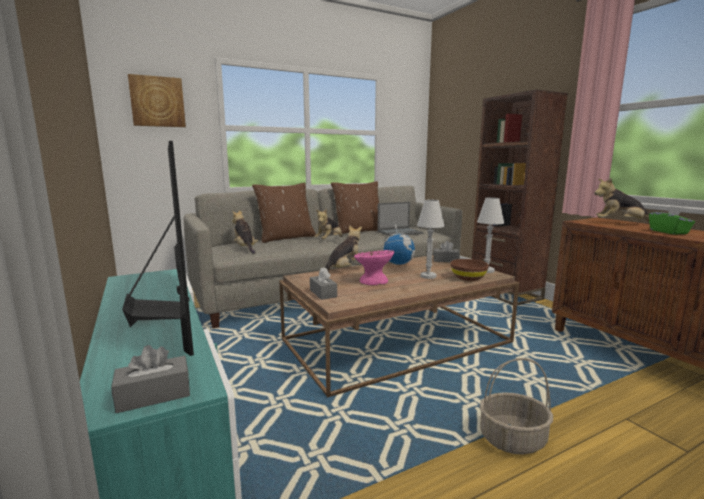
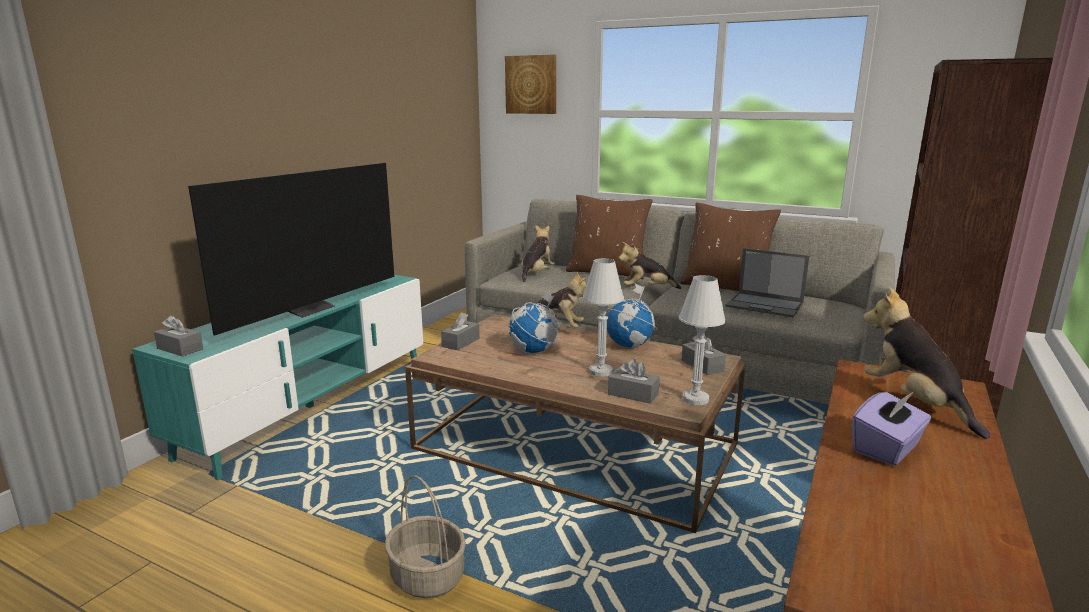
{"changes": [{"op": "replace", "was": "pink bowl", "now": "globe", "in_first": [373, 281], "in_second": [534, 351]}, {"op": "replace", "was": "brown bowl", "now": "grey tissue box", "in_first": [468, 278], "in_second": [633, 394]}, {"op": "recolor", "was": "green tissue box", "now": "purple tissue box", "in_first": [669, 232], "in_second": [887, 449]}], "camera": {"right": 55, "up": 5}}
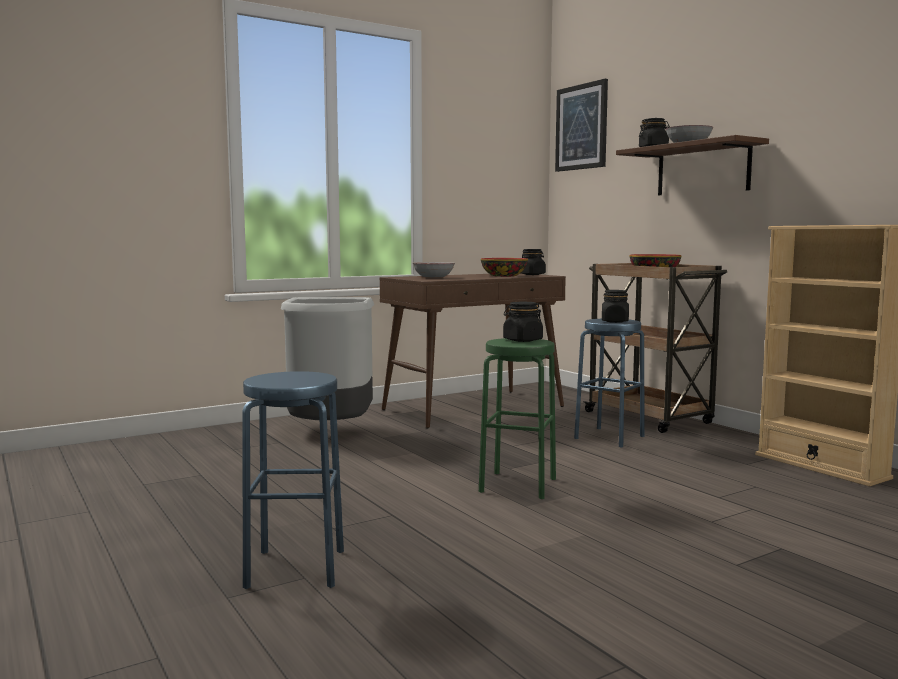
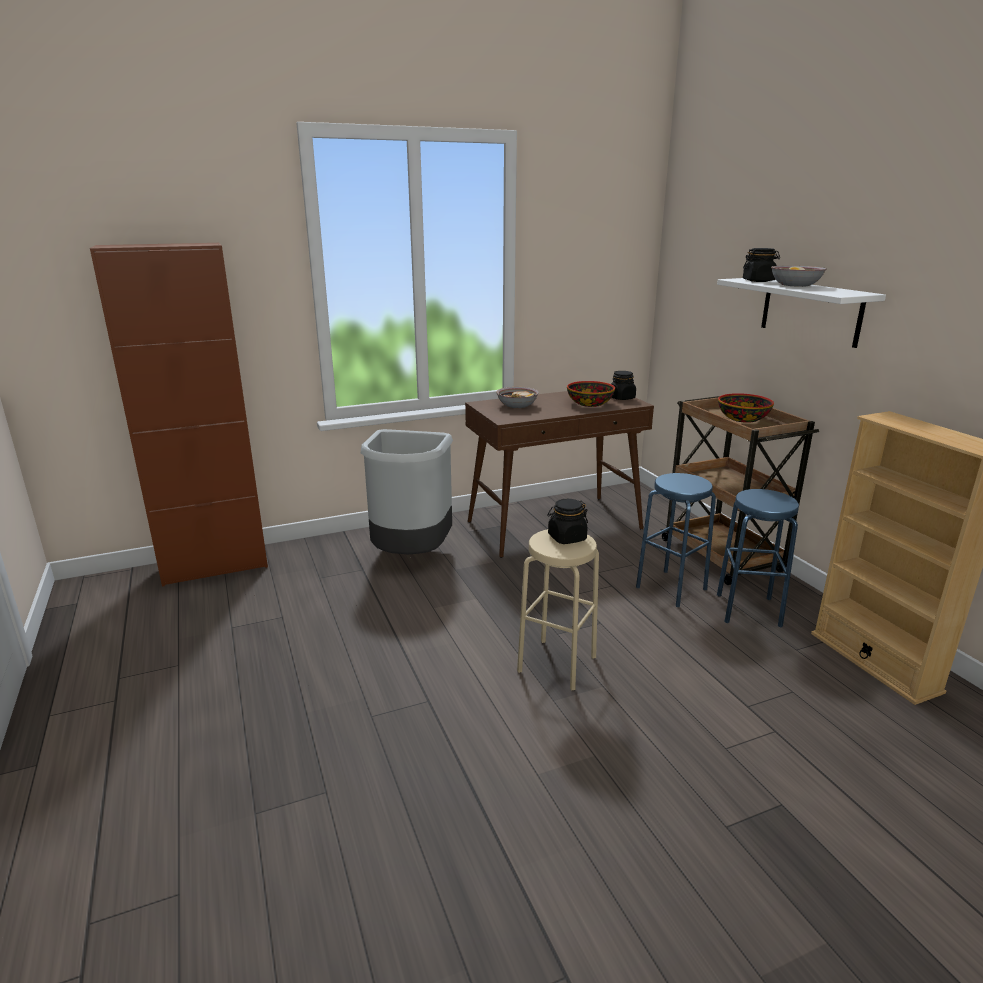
{"changes": [{"op": "insert", "now": "brown cabinet", "in_second": [215, 566]}, {"op": "recolor", "was": "green stool", "now": "beige stool", "in_first": [518, 485], "in_second": [557, 663]}, {"op": "recolor", "was": "brown shelf", "now": "white shelf", "in_first": [702, 169], "in_second": [810, 311]}, {"op": "move", "was": "blue stool", "in_first": [296, 568], "in_second": [748, 610]}, {"op": "delete", "was": "picture", "in_first": [581, 127]}, {"op": "delete", "was": "black jar", "in_first": [615, 321]}], "camera": {"right": 10, "up": 15}}
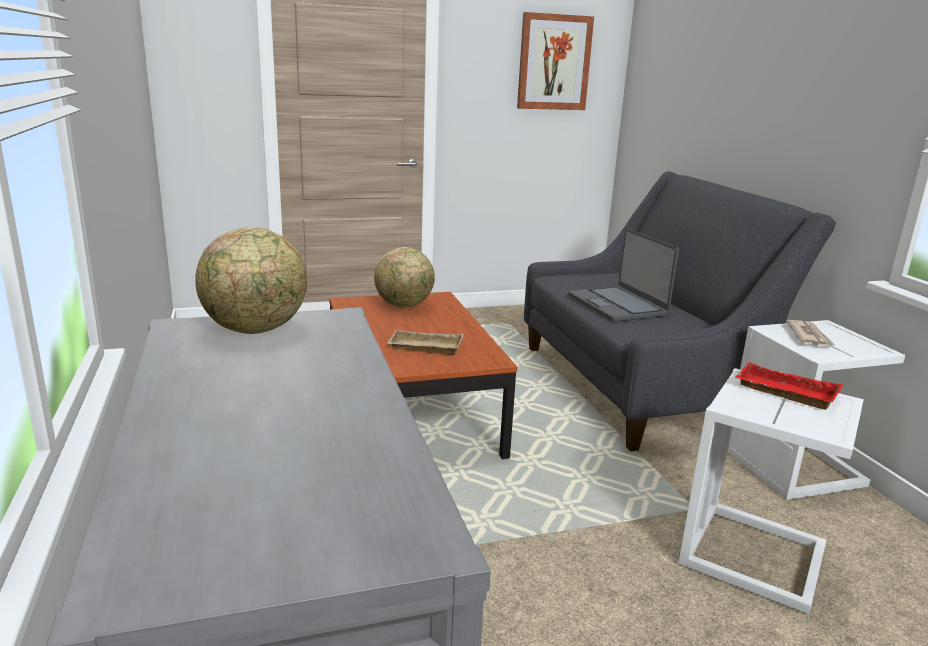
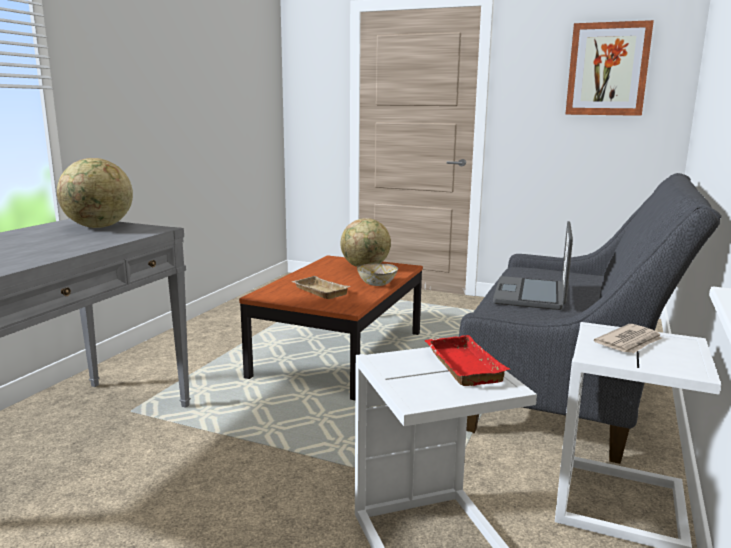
{"changes": [{"op": "insert", "now": "bowl", "in_second": [377, 284]}], "camera": {"right": 40, "up": -5}}
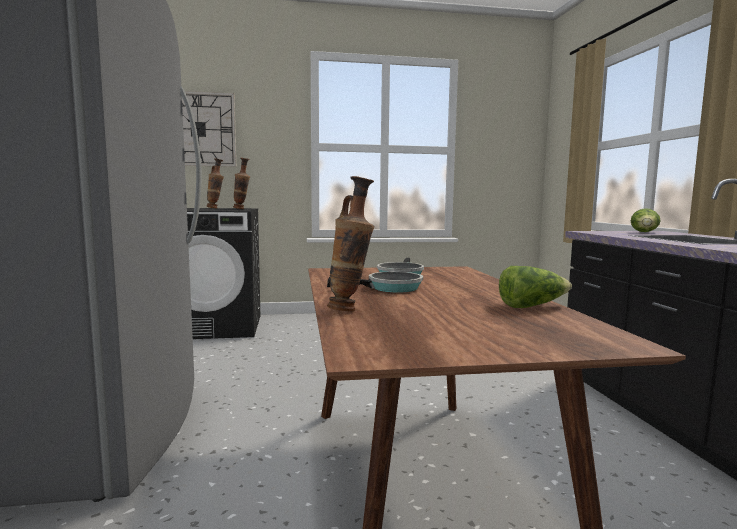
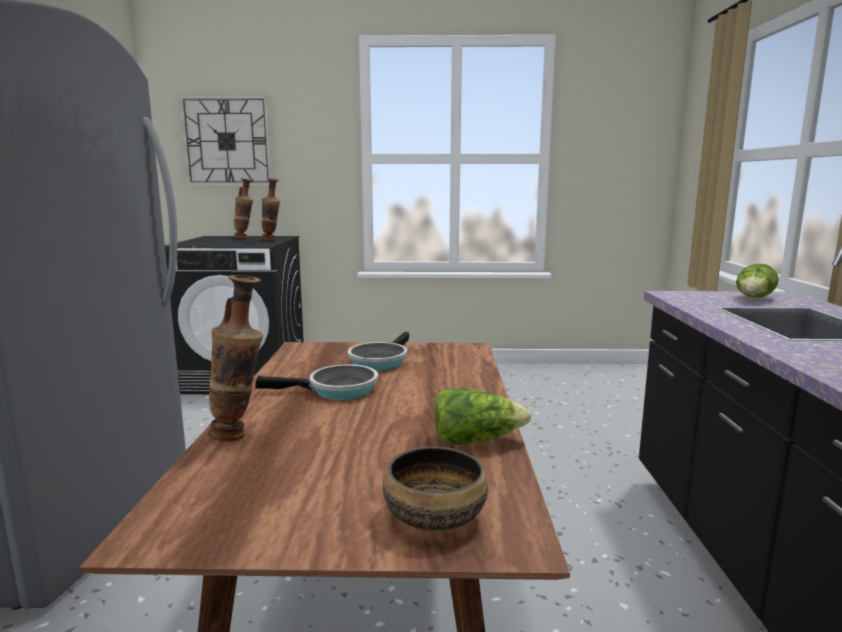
{"changes": [{"op": "insert", "now": "bowl", "in_second": [434, 514]}], "camera": {"right": 10, "up": 5}}
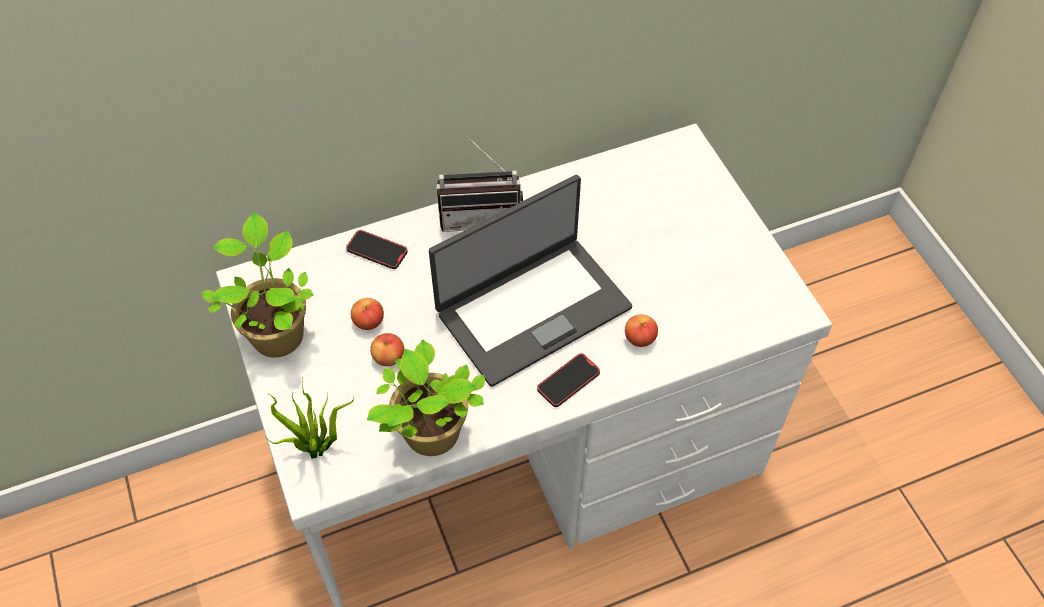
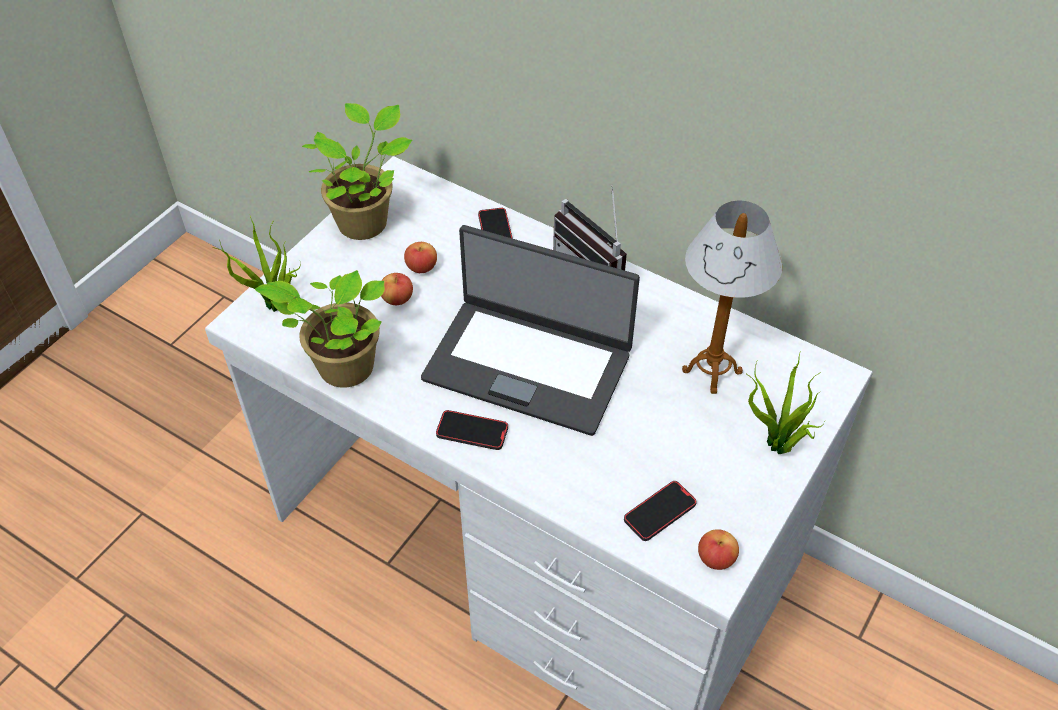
{"changes": [{"op": "insert", "now": "phone", "in_second": [659, 512]}, {"op": "insert", "now": "table lamp", "in_second": [711, 371]}, {"op": "move", "was": "apple", "in_first": [640, 338], "in_second": [716, 558]}, {"op": "insert", "now": "potted plant", "in_second": [777, 447]}], "camera": {"right": 55, "up": -5}}
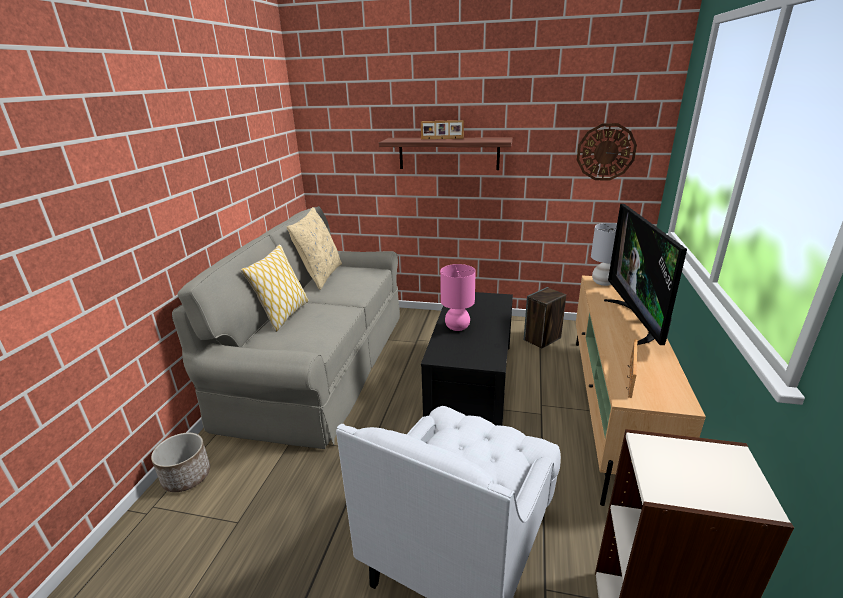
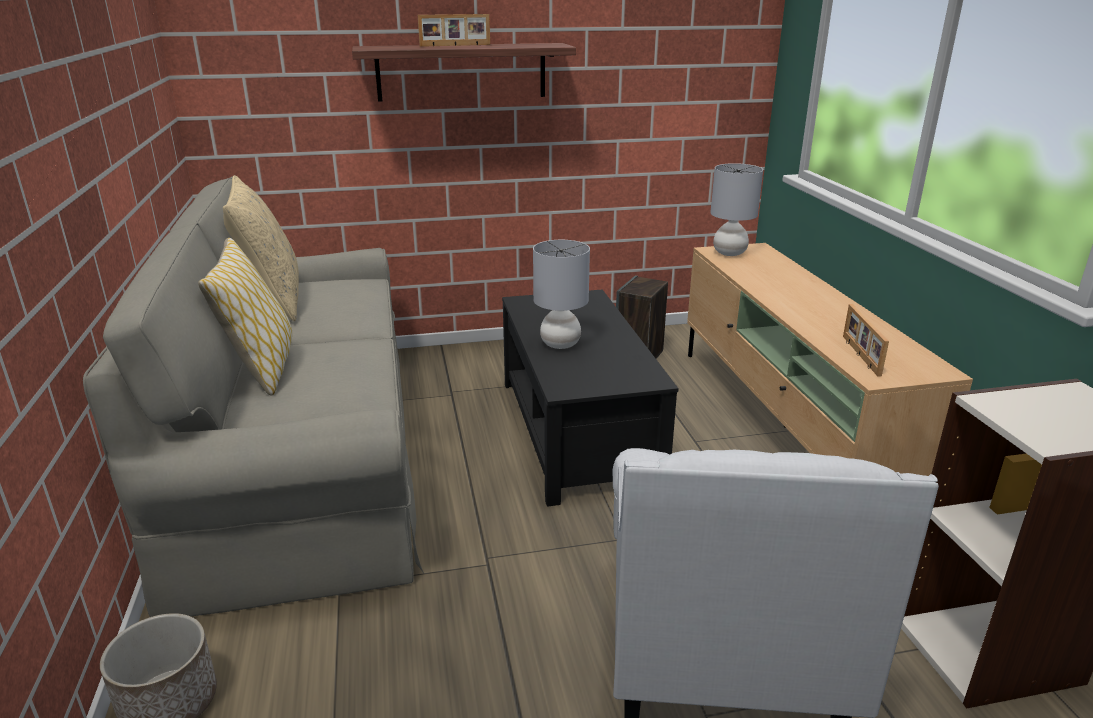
{"changes": [{"op": "recolor", "was": "pink table lamp", "now": "grey table lamp", "in_first": [457, 327], "in_second": [561, 344]}, {"op": "delete", "was": "wall clock", "in_first": [606, 152]}, {"op": "delete", "was": "television", "in_first": [636, 320]}], "camera": {"right": -25, "up": 0}}
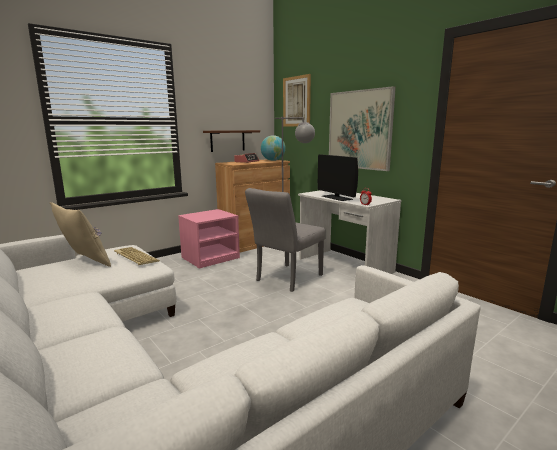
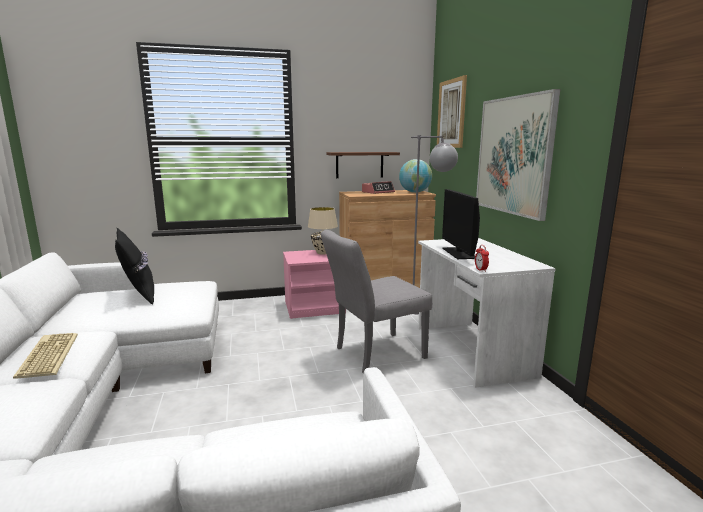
{"changes": [{"op": "move", "was": "keyboard", "in_first": [135, 257], "in_second": [47, 355]}, {"op": "recolor", "was": "beige pillow", "now": "black pillow", "in_first": [84, 262], "in_second": [139, 295]}, {"op": "insert", "now": "beige table lamp", "in_second": [322, 253]}], "camera": {"right": 25, "up": 0}}
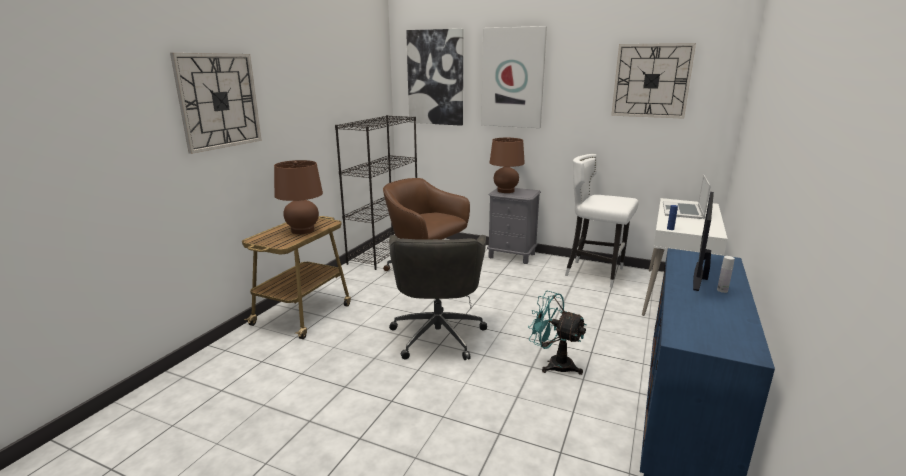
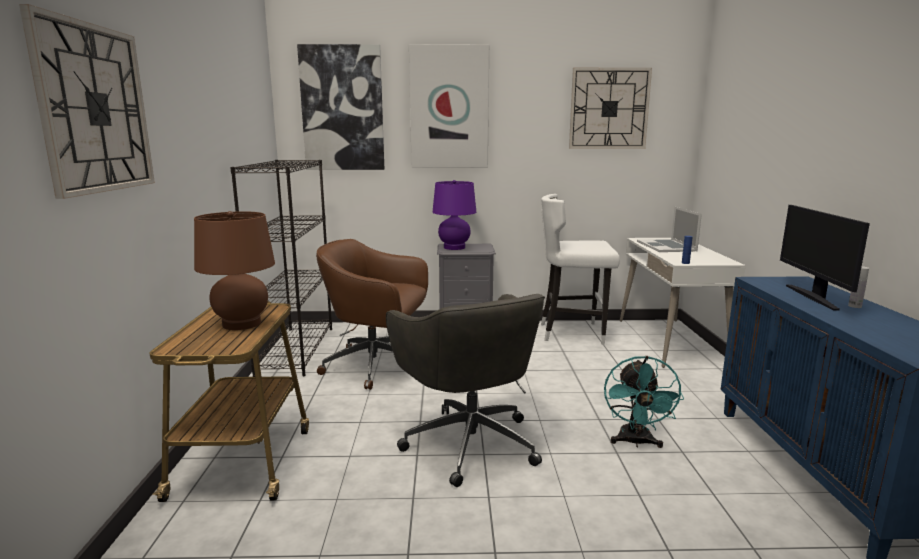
{"changes": [{"op": "recolor", "was": "brown table lamp", "now": "purple table lamp", "in_first": [505, 191], "in_second": [454, 247]}, {"op": "rotate", "was": "turquoise fan", "in_first": [554, 364], "in_second": [635, 442], "clockwise": -90}], "camera": {"right": -25, "up": -5}}
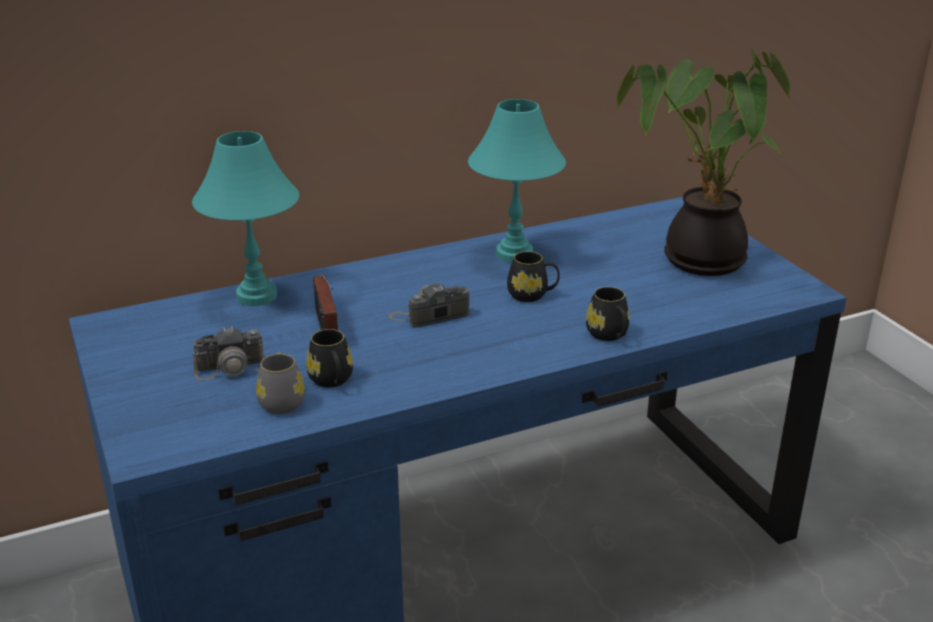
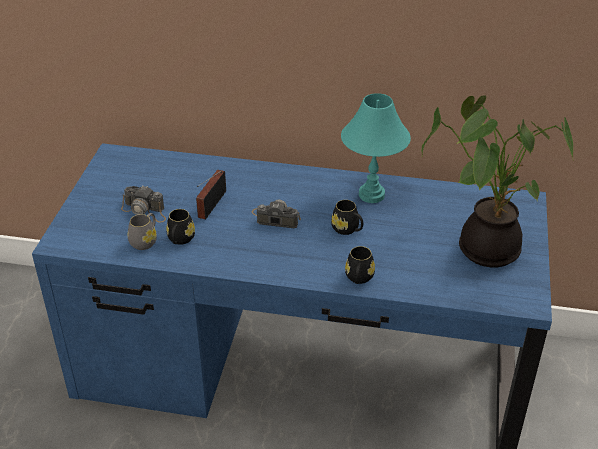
{"changes": [{"op": "delete", "was": "turquoise table lamp", "in_first": [257, 297]}], "camera": {"right": 35, "up": 10}}
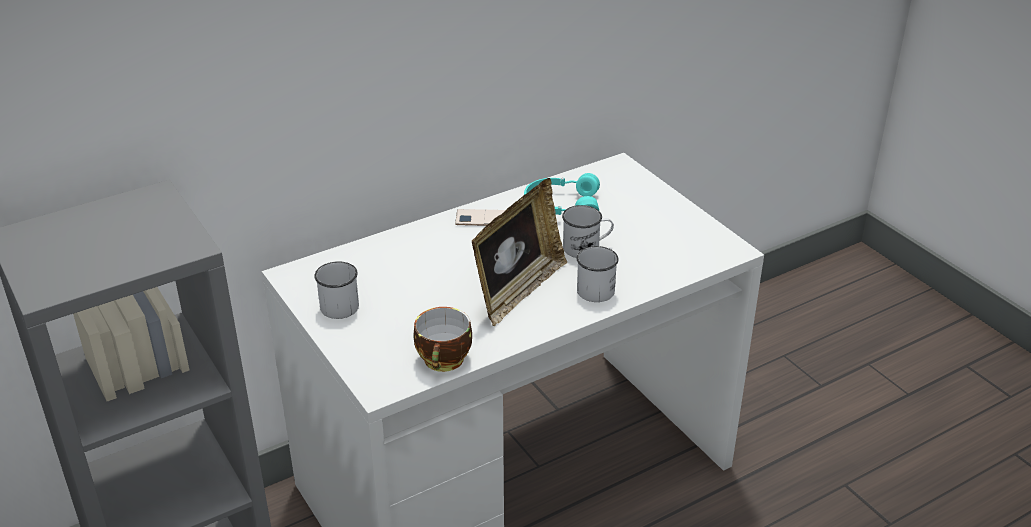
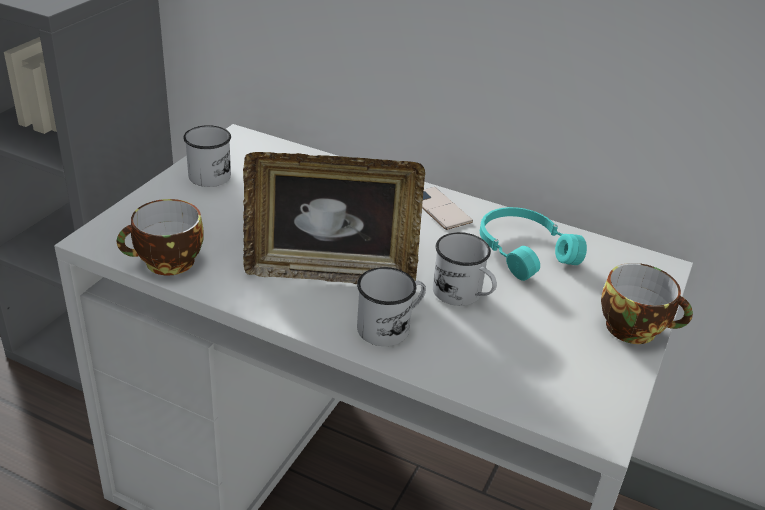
{"changes": [{"op": "insert", "now": "cup", "in_second": [635, 328]}], "camera": {"right": 55, "up": 0}}
